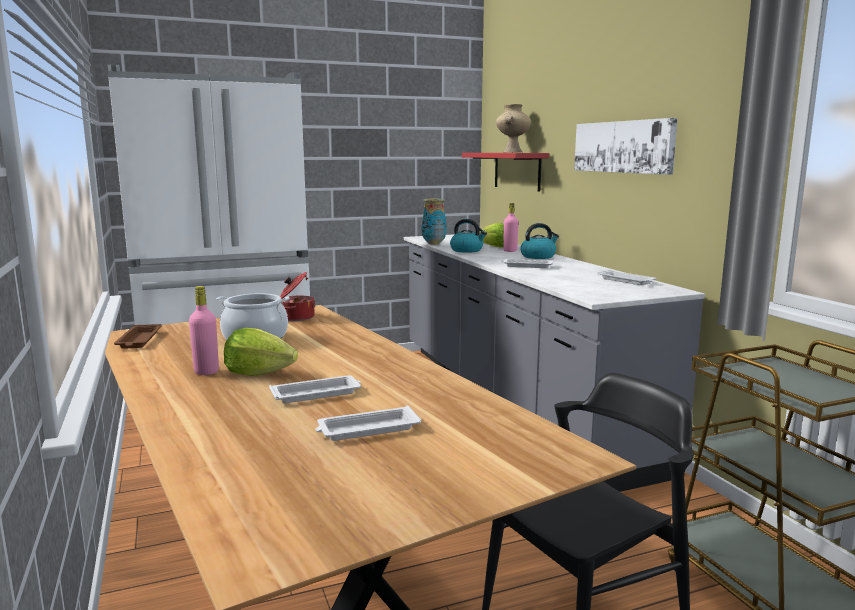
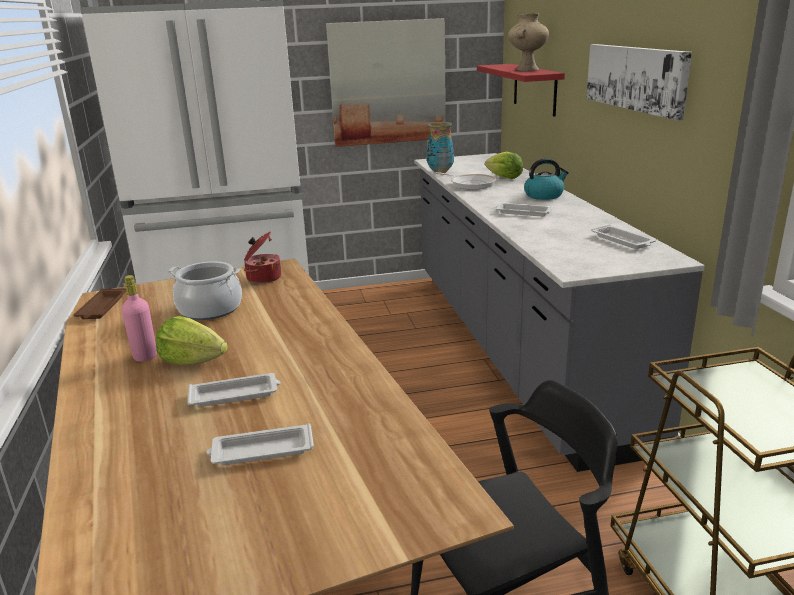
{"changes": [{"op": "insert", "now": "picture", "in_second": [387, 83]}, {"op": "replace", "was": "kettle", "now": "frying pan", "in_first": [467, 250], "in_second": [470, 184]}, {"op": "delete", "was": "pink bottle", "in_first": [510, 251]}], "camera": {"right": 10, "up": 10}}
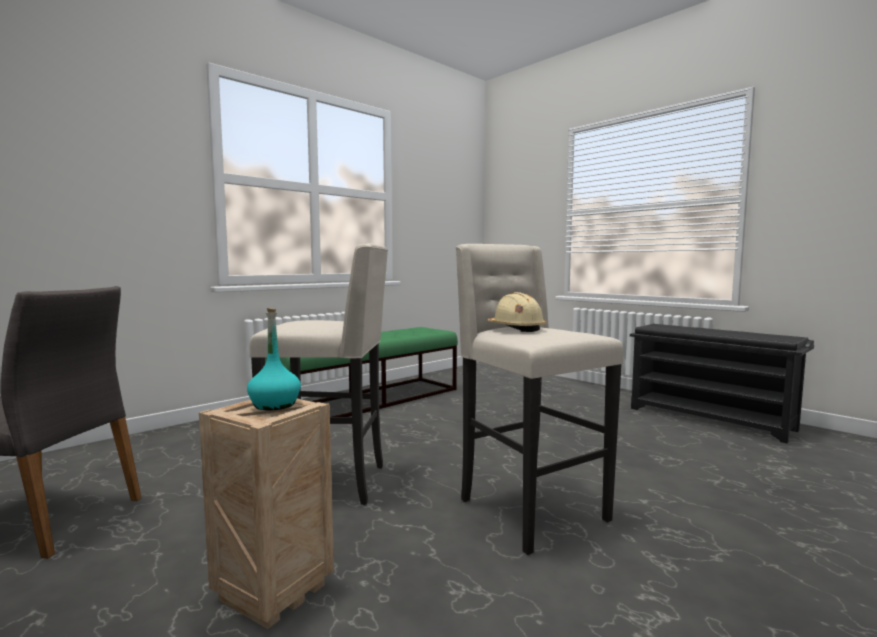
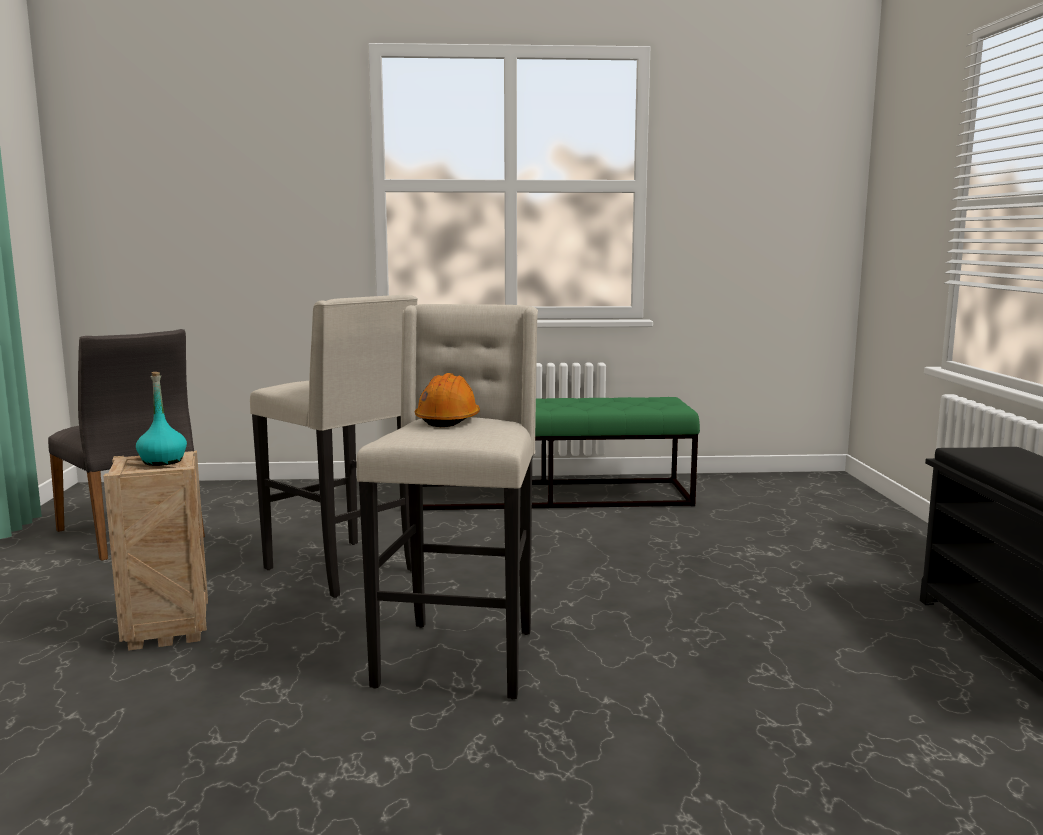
{"changes": [{"op": "recolor", "was": "beige hard hat", "now": "orange hard hat", "in_first": [516, 328], "in_second": [448, 420]}], "camera": {"right": 40, "up": 5}}
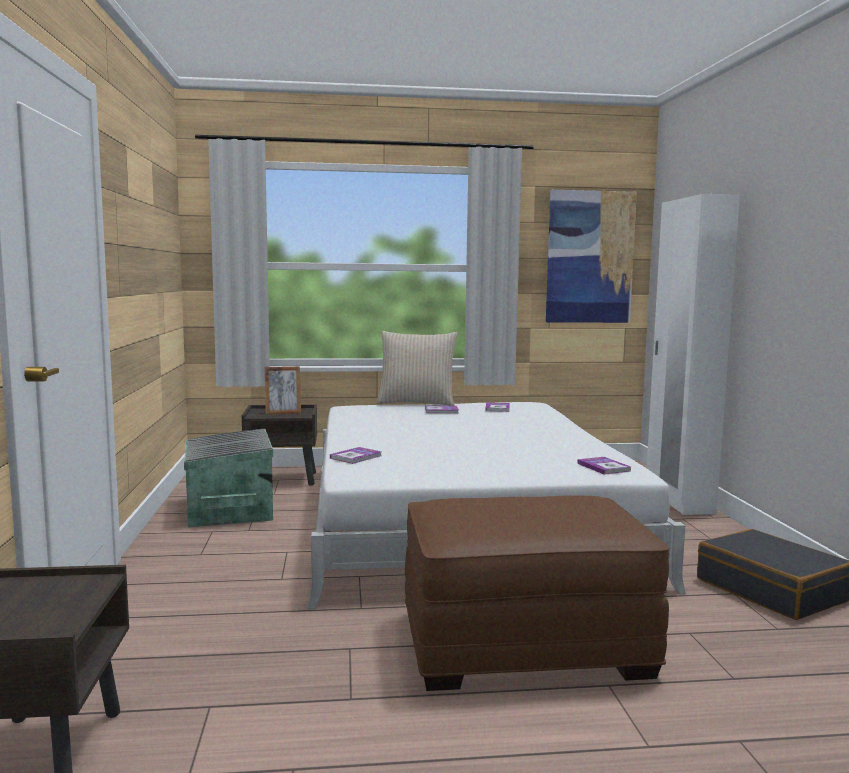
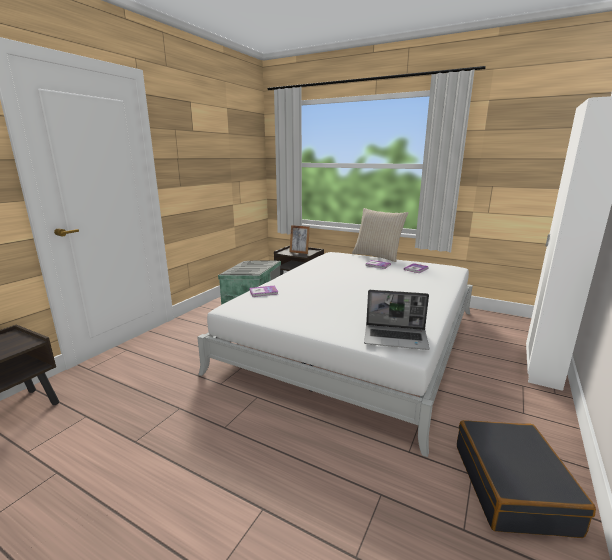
{"changes": [{"op": "replace", "was": "book", "now": "laptop", "in_first": [604, 467], "in_second": [396, 338]}, {"op": "delete", "was": "brown ottoman", "in_first": [525, 644]}, {"op": "delete", "was": "picture", "in_first": [589, 257]}], "camera": {"right": 35, "up": 10}}
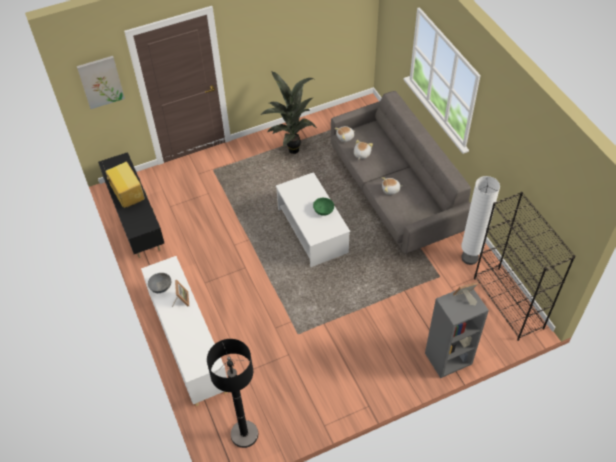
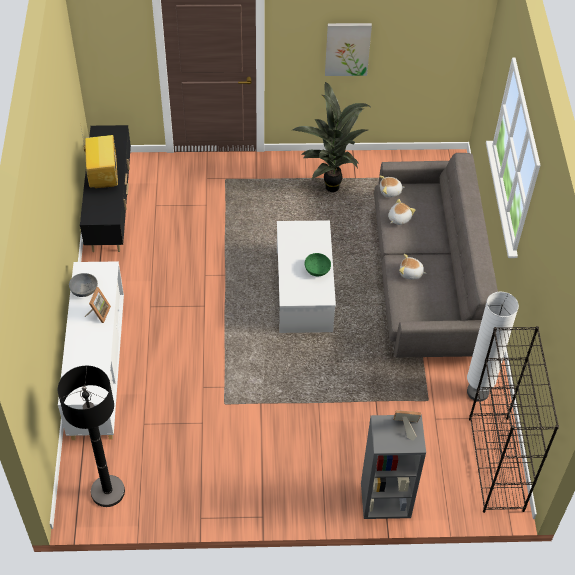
{"changes": [{"op": "move", "was": "picture", "in_first": [101, 82], "in_second": [347, 48]}], "camera": {"right": 20, "up": 0}}
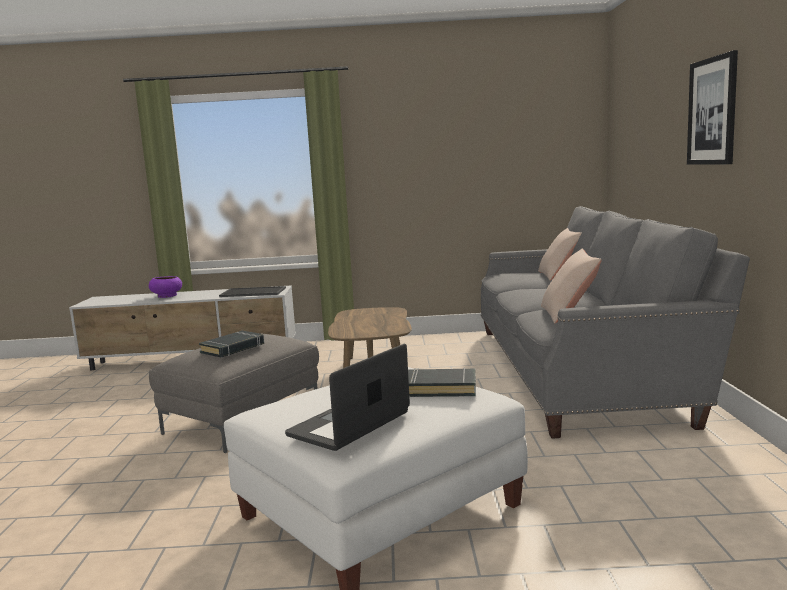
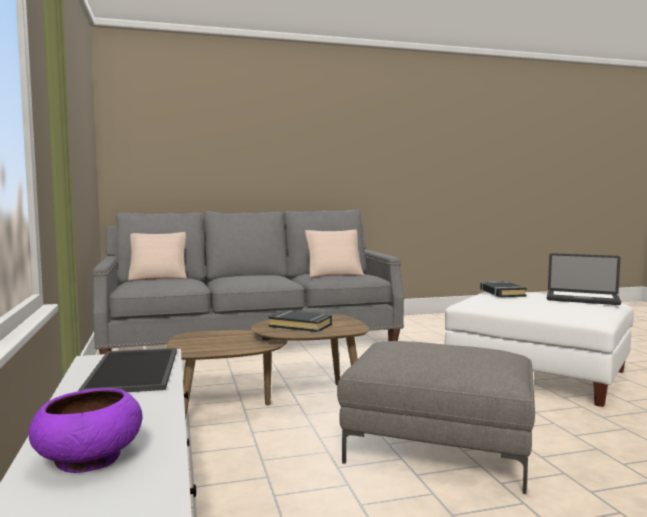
{"changes": [{"op": "move", "was": "black book", "in_first": [233, 348], "in_second": [301, 325]}, {"op": "delete", "was": "picture", "in_first": [712, 111]}], "camera": {"right": -105, "up": -5}}
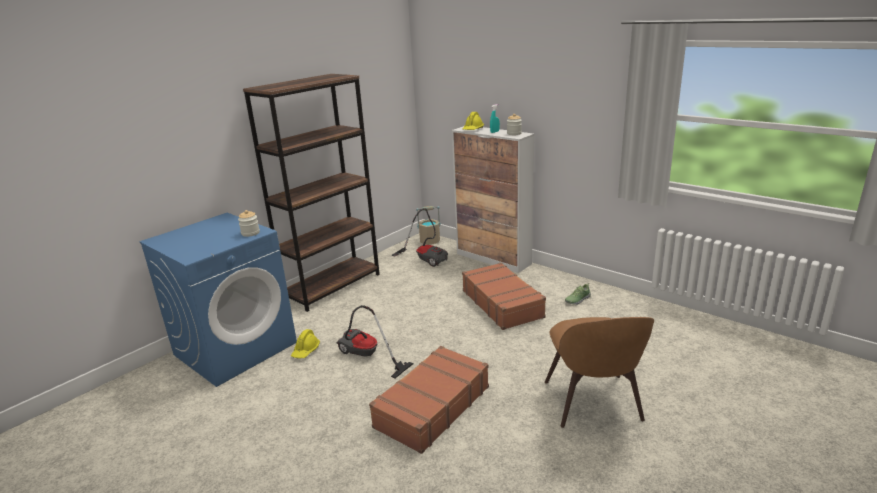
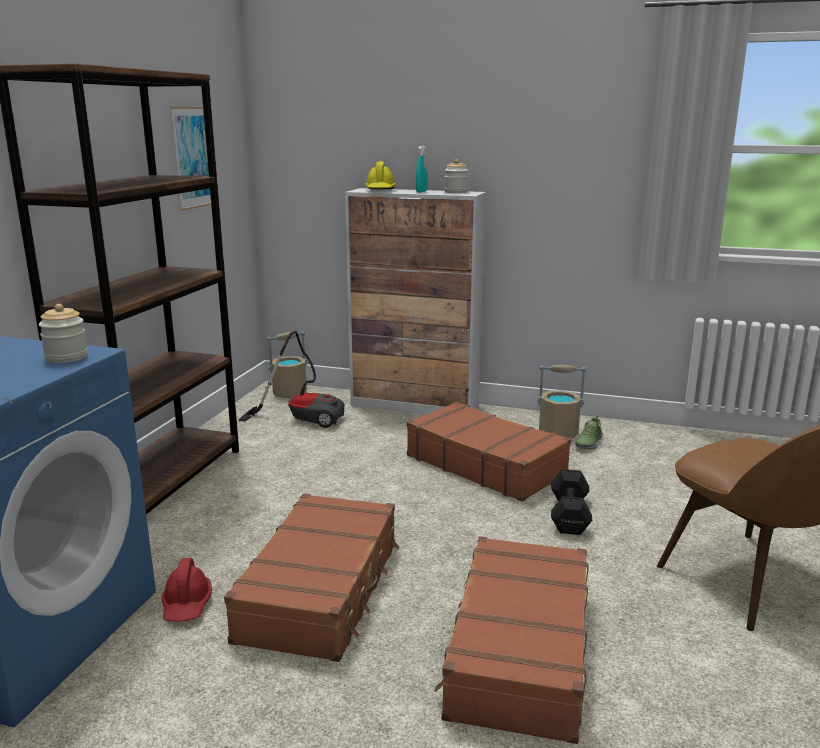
{"changes": [{"op": "recolor", "was": "yellow hard hat", "now": "red hard hat", "in_first": [306, 351], "in_second": [187, 604]}, {"op": "insert", "now": "picture", "in_second": [193, 157]}, {"op": "replace", "was": "vacuum cleaner", "now": "brown suitcase", "in_first": [366, 357], "in_second": [322, 590]}, {"op": "insert", "now": "beige bucket", "in_second": [558, 433]}, {"op": "insert", "now": "black dumbbell", "in_second": [570, 514]}], "camera": {"right": -25, "up": -5}}
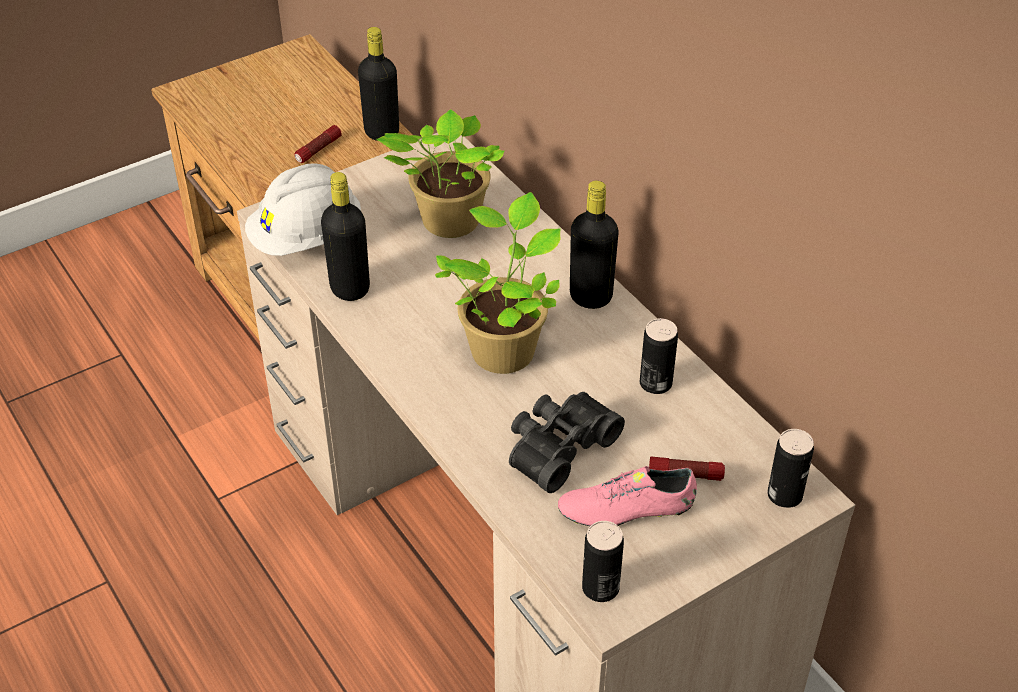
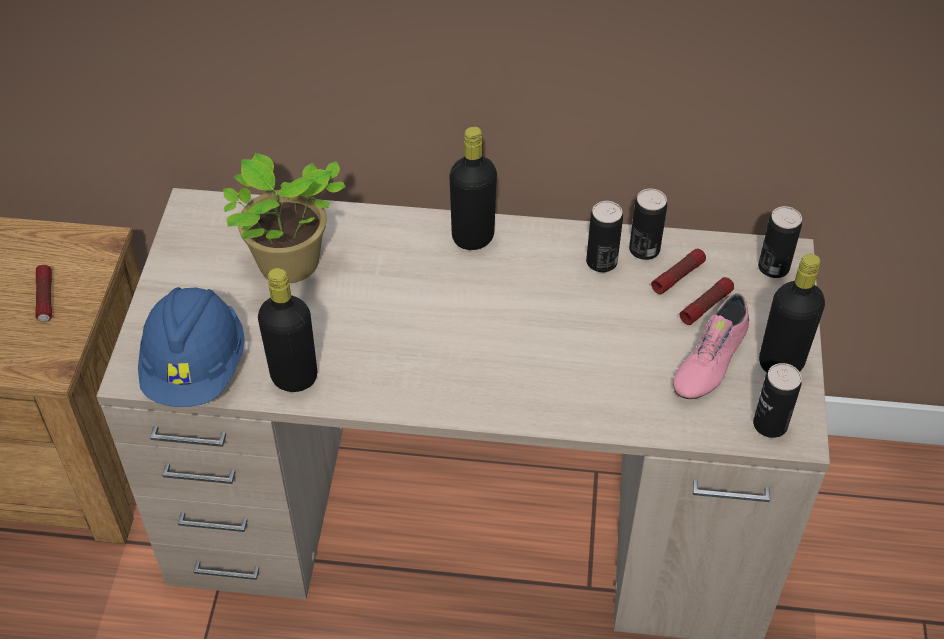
{"changes": [{"op": "recolor", "was": "white hard hat", "now": "blue hard hat", "in_first": [306, 238], "in_second": [196, 368]}, {"op": "insert", "now": "can", "in_second": [644, 249]}, {"op": "insert", "now": "flashlight", "in_second": [678, 276]}, {"op": "move", "was": "black bottle", "in_first": [382, 132], "in_second": [781, 363]}, {"op": "delete", "was": "potted plant", "in_first": [504, 348]}, {"op": "delete", "was": "black binoculars", "in_first": [557, 446]}], "camera": {"right": -50, "up": 5}}
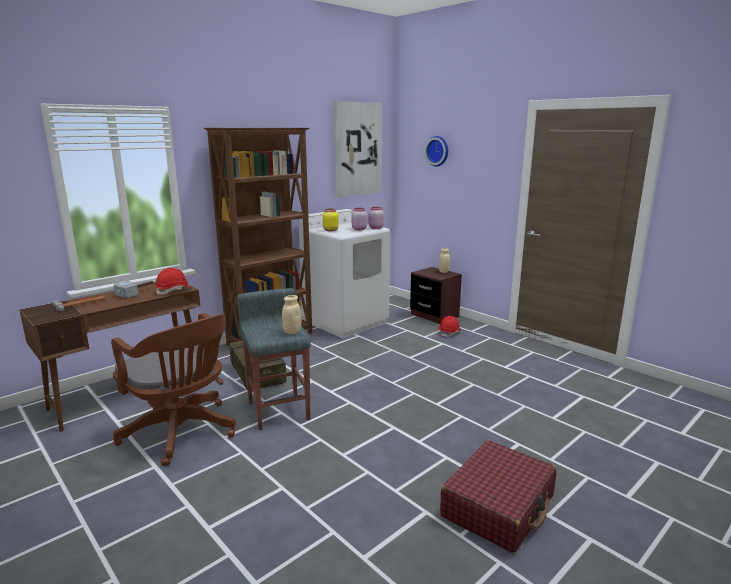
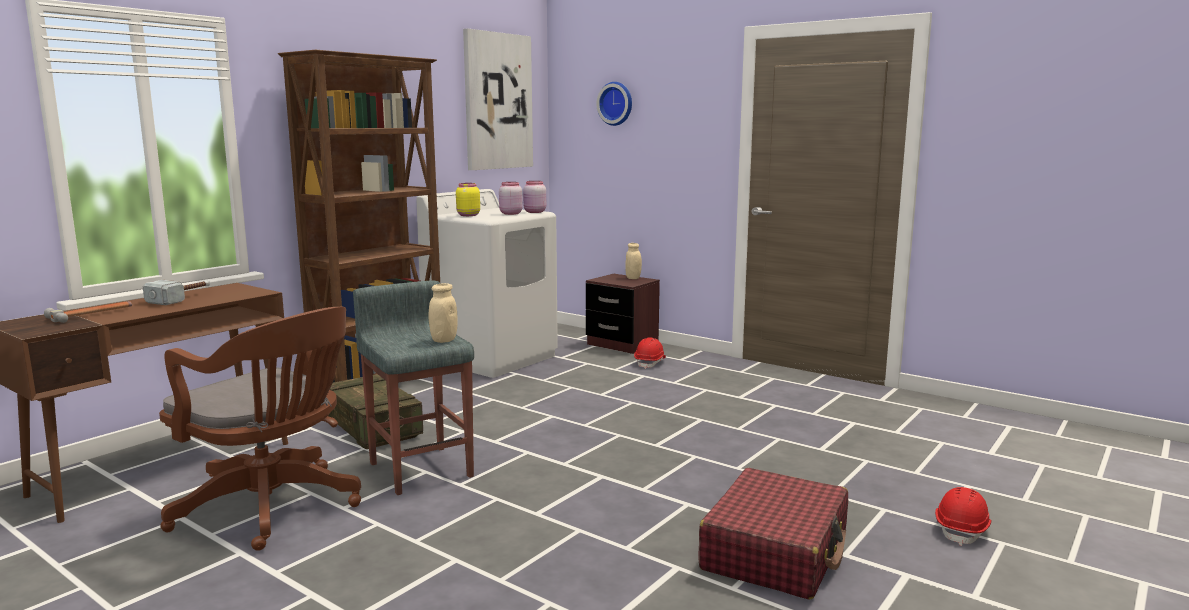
{"changes": [{"op": "move", "was": "red hard hat", "in_first": [174, 291], "in_second": [962, 530]}], "camera": {"right": -10, "up": -5}}
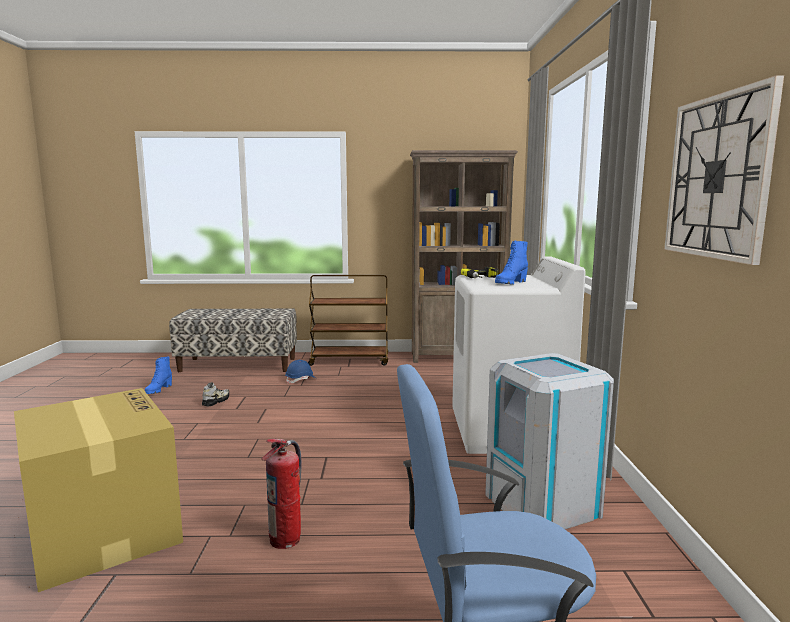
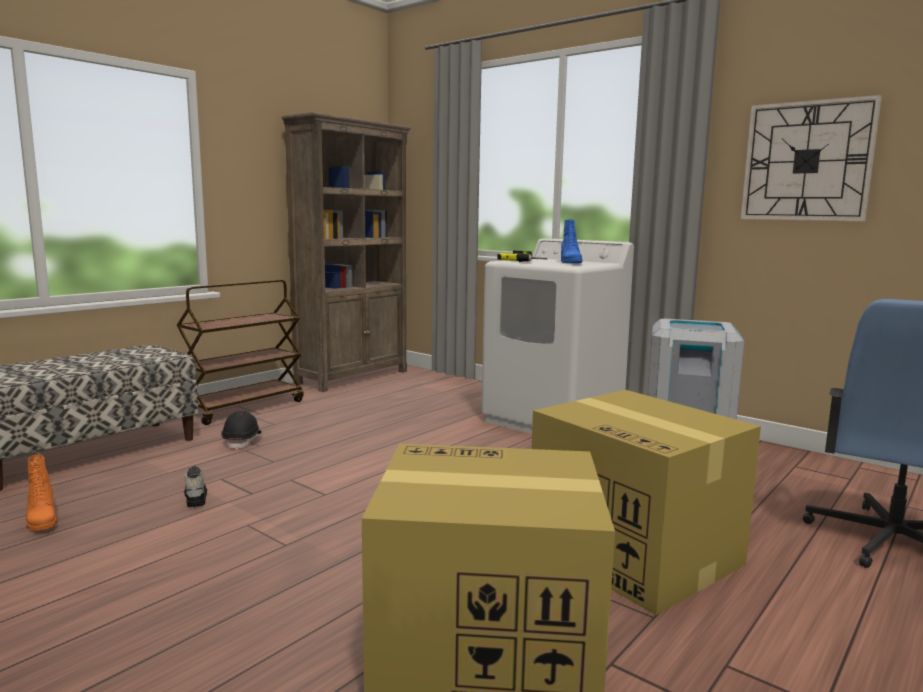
{"changes": [{"op": "recolor", "was": "blue boot", "now": "orange boot", "in_first": [158, 390], "in_second": [41, 521]}, {"op": "recolor", "was": "blue hard hat", "now": "black hard hat", "in_first": [301, 380], "in_second": [242, 441]}, {"op": "replace", "was": "fire extinguisher", "now": "cardboard box", "in_first": [286, 539], "in_second": [636, 554]}], "camera": {"right": -50, "up": 0}}
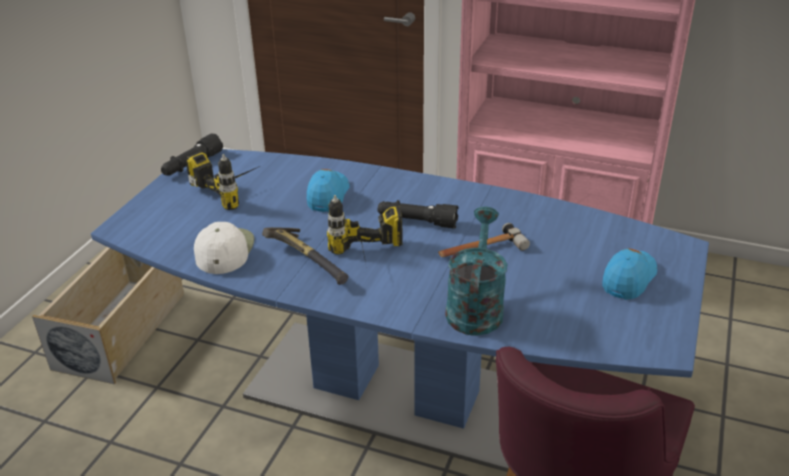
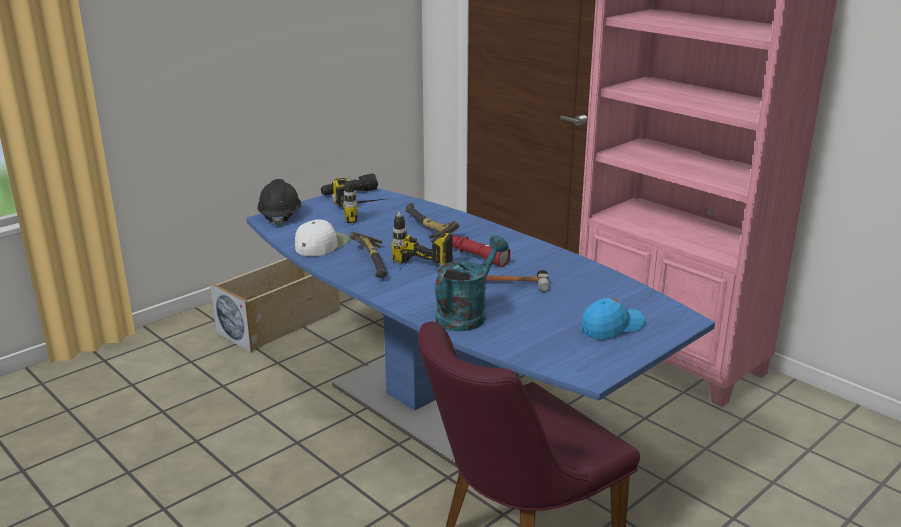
{"changes": [{"op": "insert", "now": "black hard hat", "in_second": [280, 217]}, {"op": "replace", "was": "blue cap", "now": "hammer", "in_first": [328, 195], "in_second": [427, 229]}, {"op": "recolor", "was": "black flashlight", "now": "red flashlight", "in_first": [417, 222], "in_second": [477, 257]}], "camera": {"right": 25, "up": -10}}
